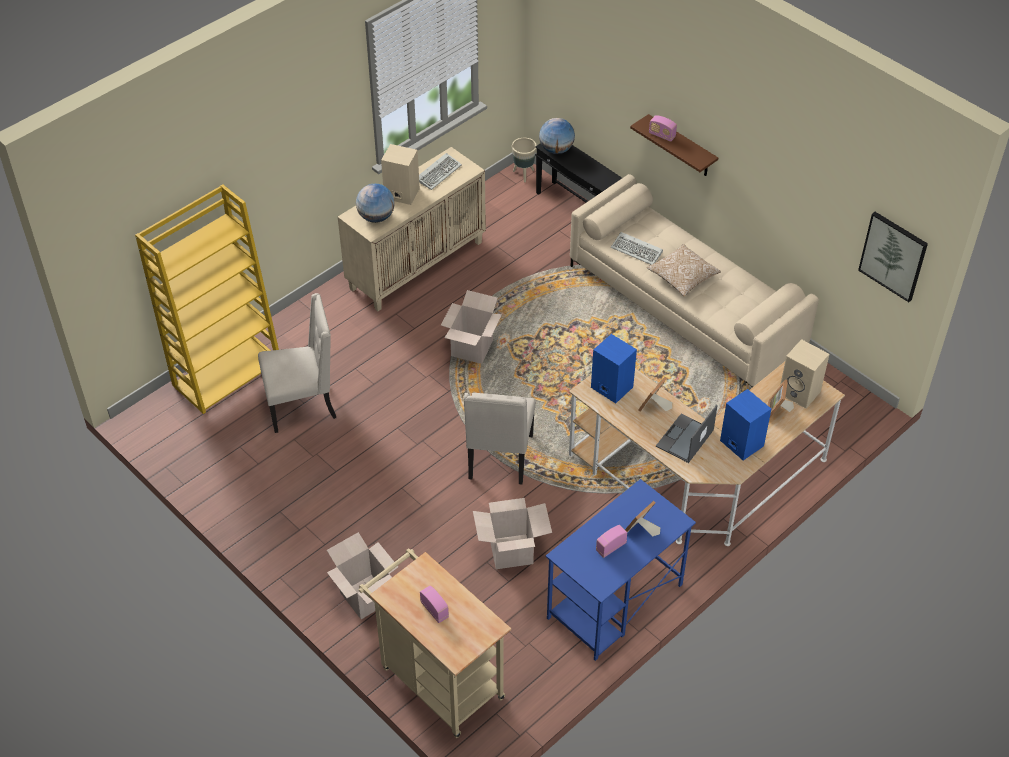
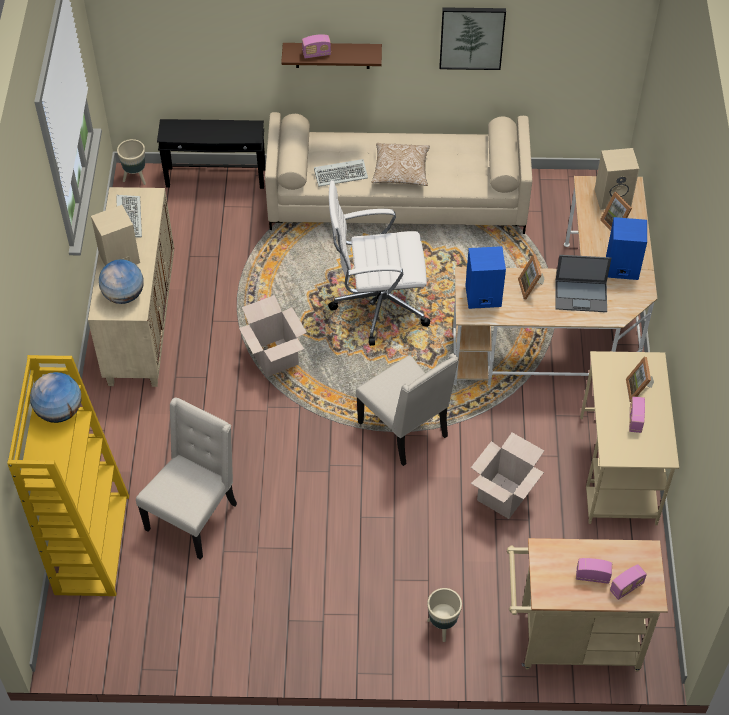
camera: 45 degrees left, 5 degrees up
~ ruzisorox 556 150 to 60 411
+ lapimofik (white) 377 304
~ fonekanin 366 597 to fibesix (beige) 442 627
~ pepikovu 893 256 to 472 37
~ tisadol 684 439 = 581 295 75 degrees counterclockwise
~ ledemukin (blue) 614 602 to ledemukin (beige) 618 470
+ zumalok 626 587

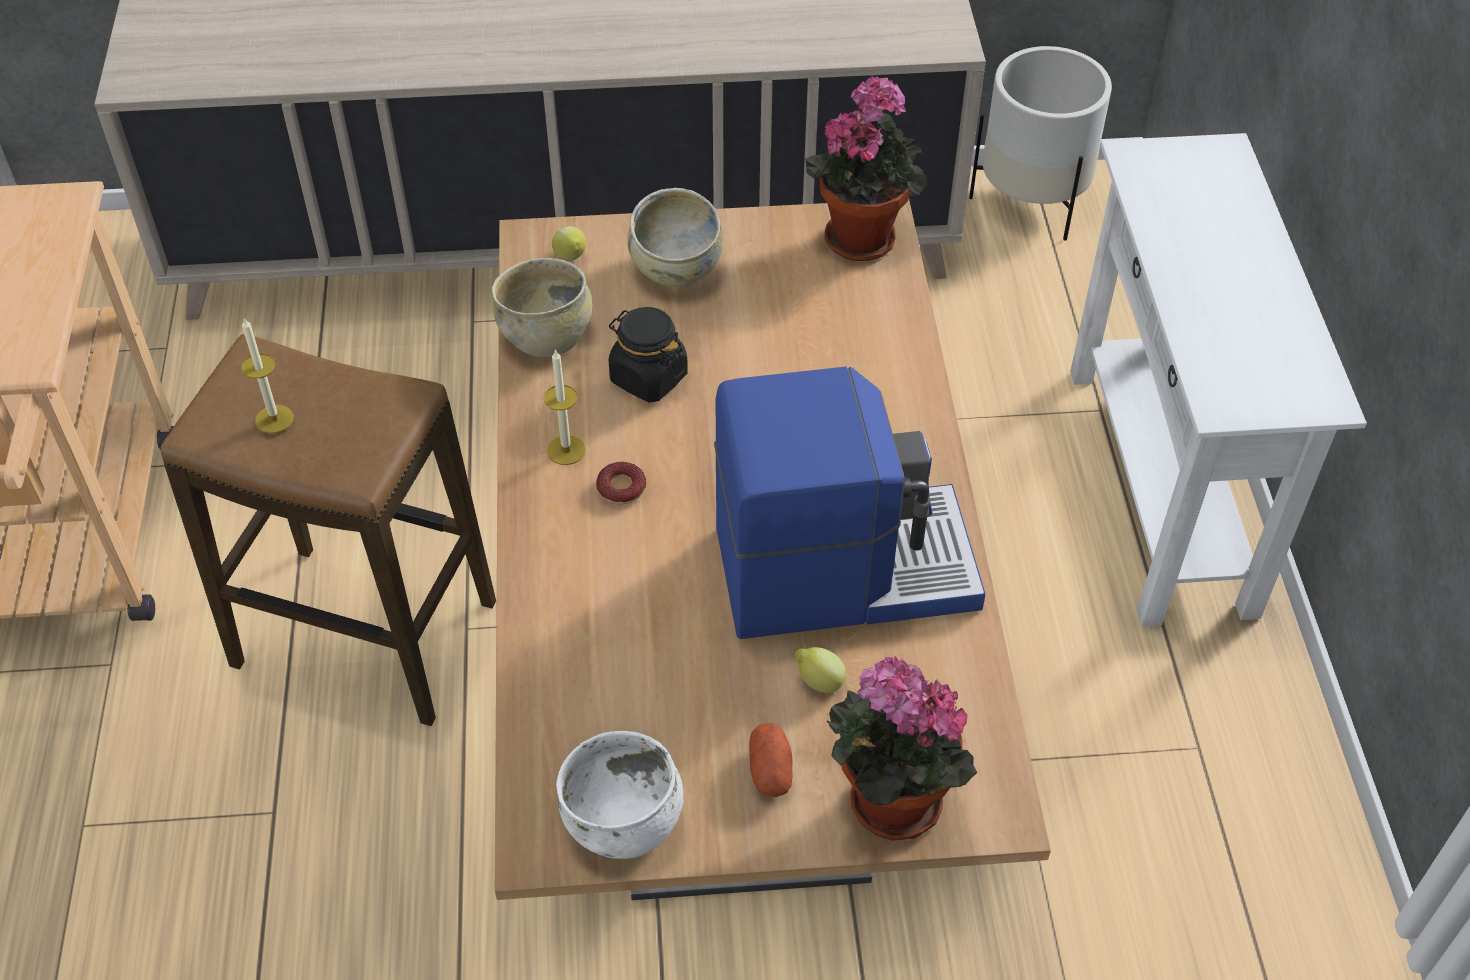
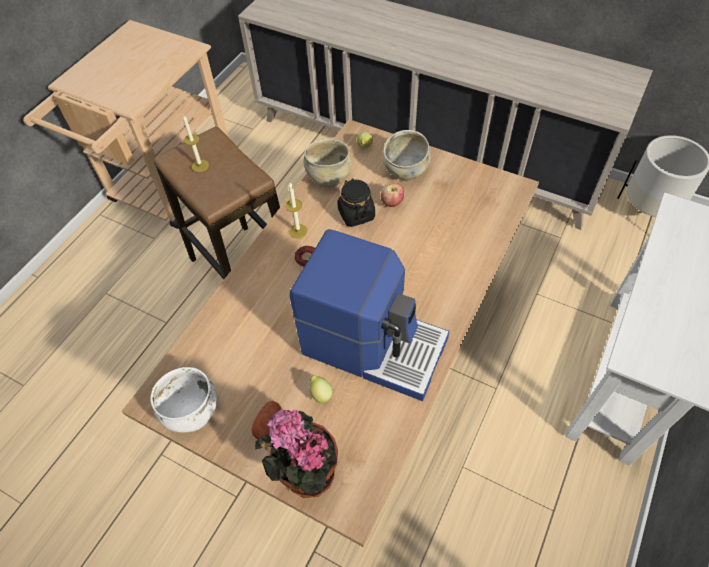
camera: 35 degrees right, 5 degrees up
+ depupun 392 203
- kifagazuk 863 235

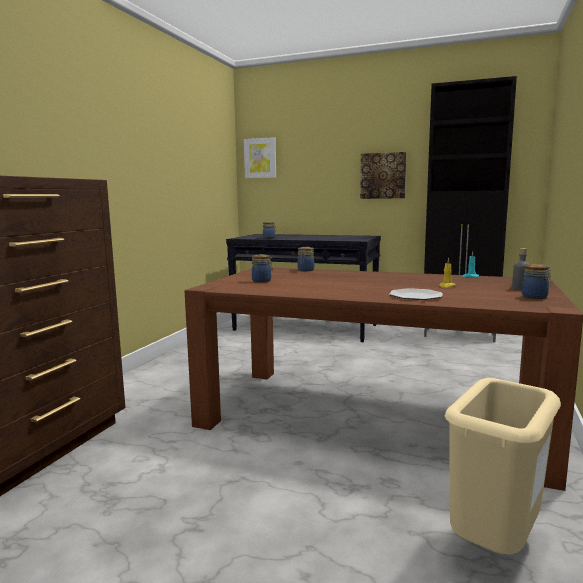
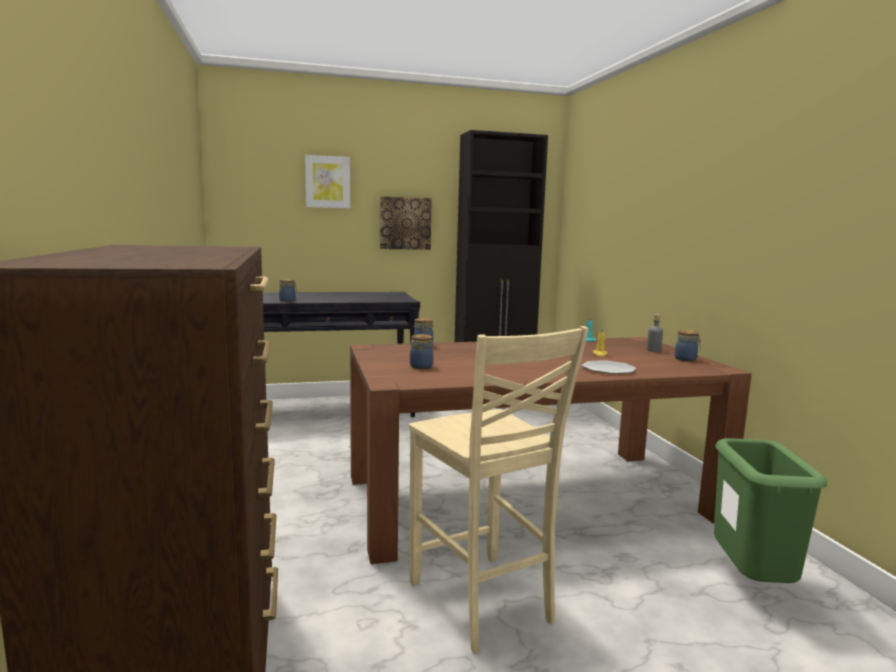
camera: 35 degrees left, 0 degrees up
~ pepikovu 260 158 to 327 182
+ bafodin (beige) 482 603
~ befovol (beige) 495 548 to befovol (green) 752 583

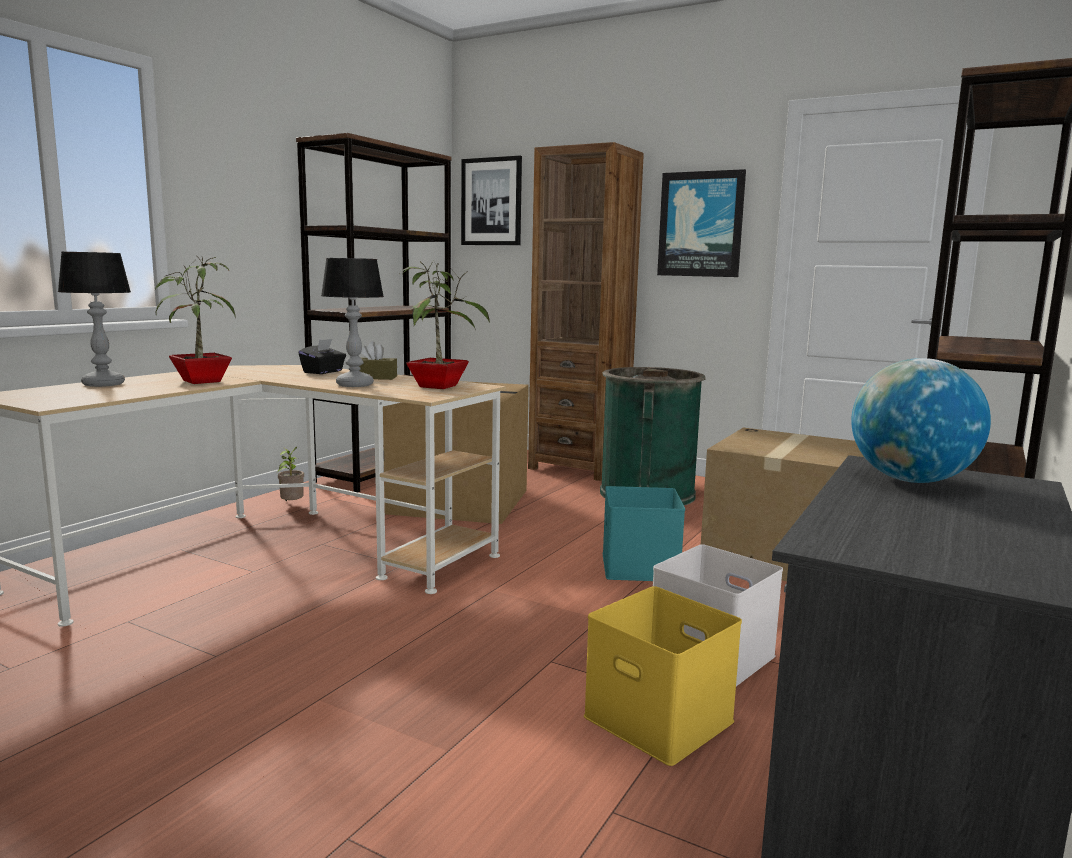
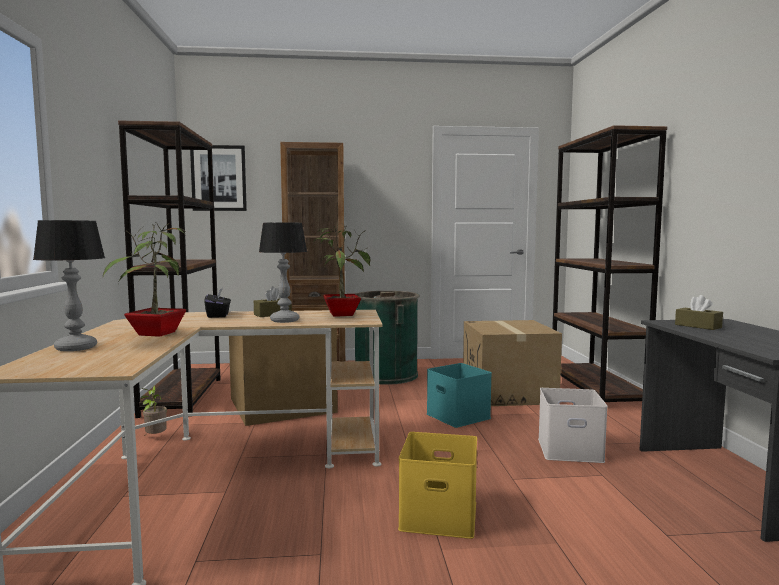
camera: 35 degrees left, 5 degrees down
~ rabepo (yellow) 655 719 to 437 516
~ ruzisorox 910 480 to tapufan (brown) 698 326
- pepikovu 700 224

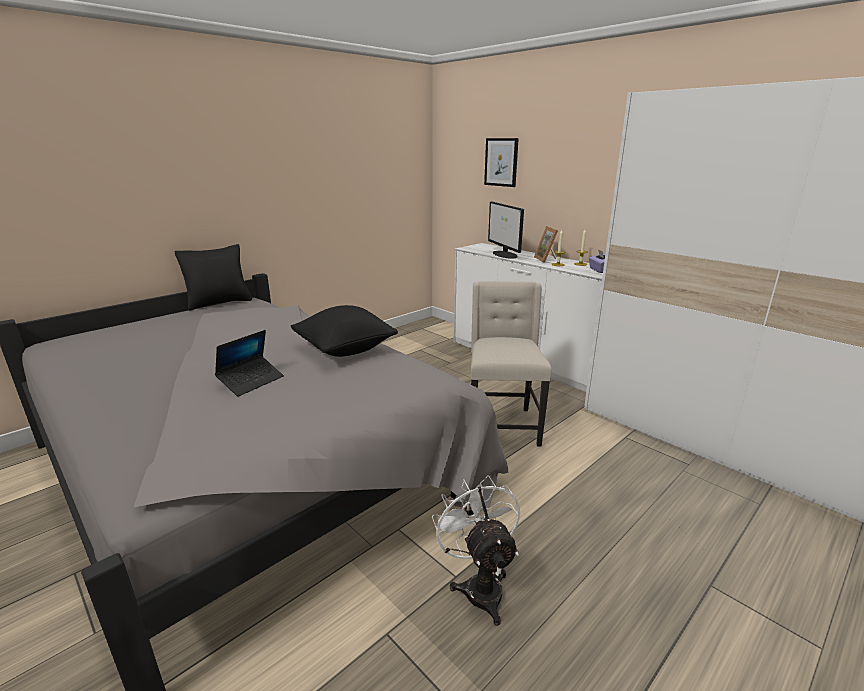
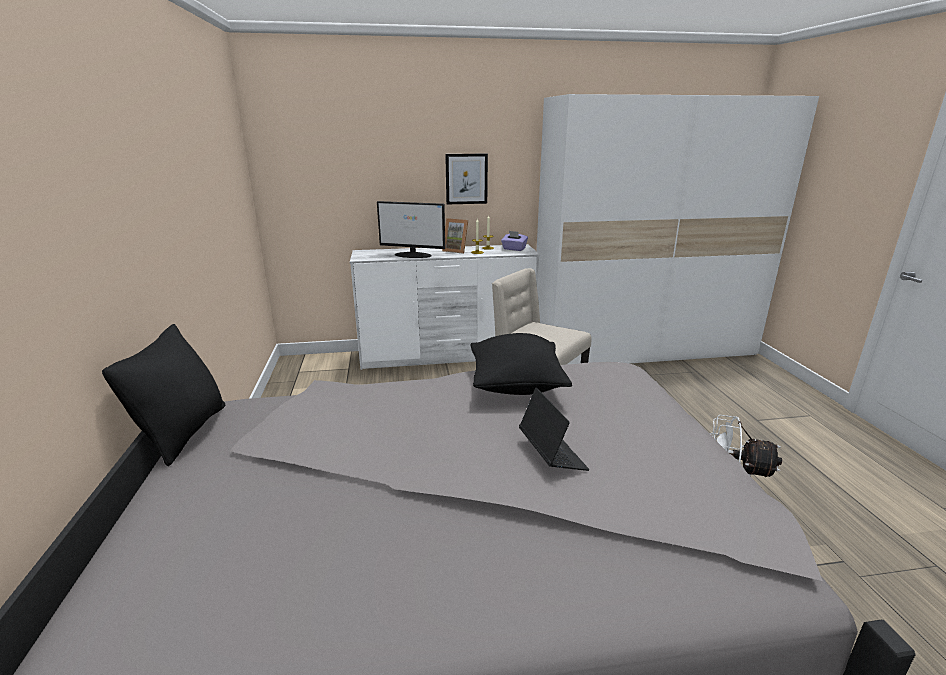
camera: 55 degrees left, 0 degrees up
~ pepikovu 501 162 to 466 179

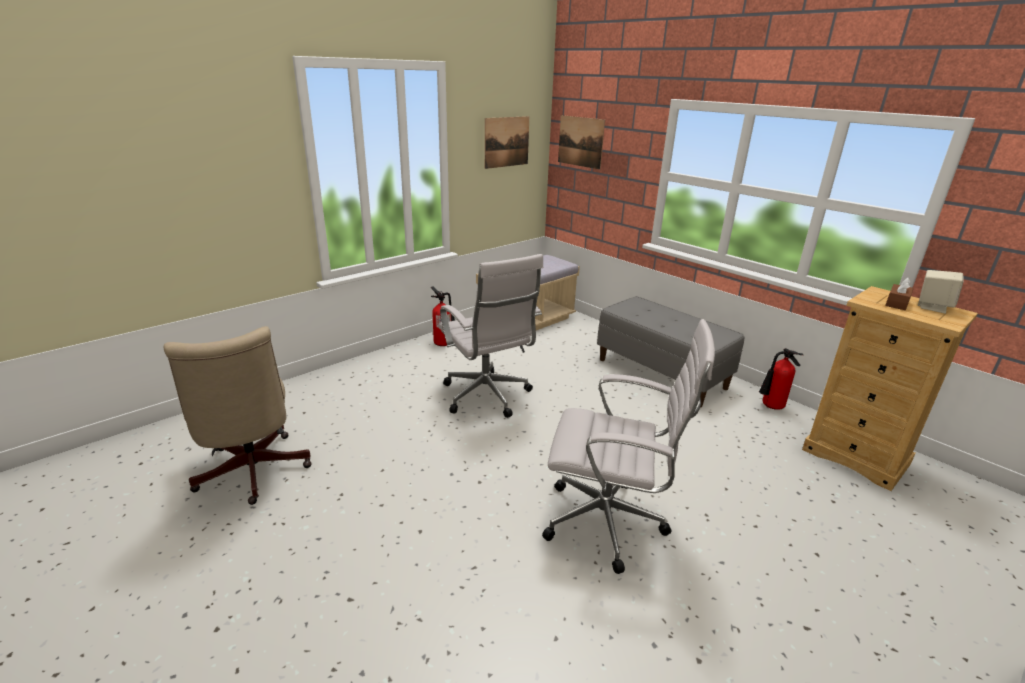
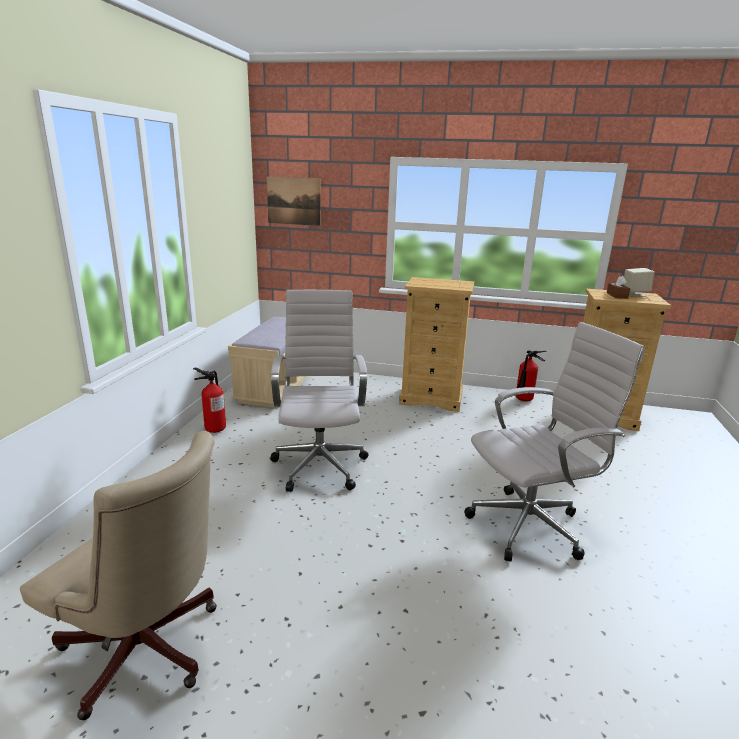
camera: 35 degrees left, 5 degrees down
~ lapimofik (white) 488 397 = 320 464 120 degrees counterclockwise
~ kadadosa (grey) 662 373 to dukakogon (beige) 431 399
- pepikovu 506 142

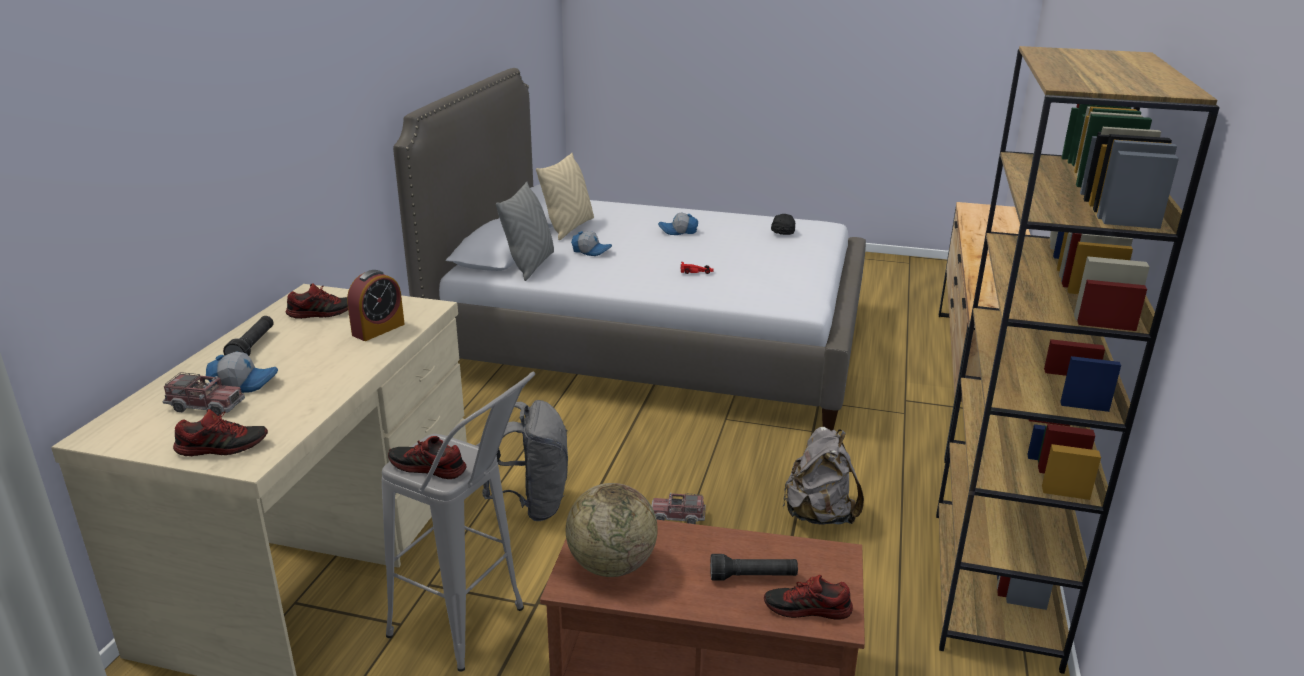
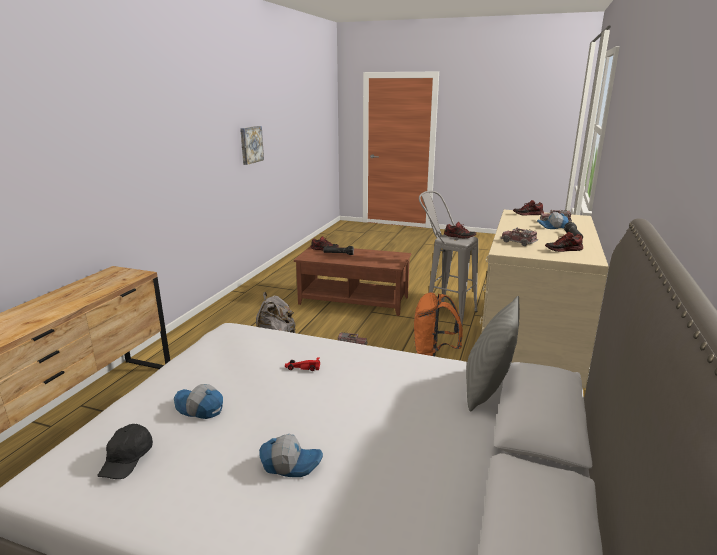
camera: 175 degrees left, 5 degrees down
~ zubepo 591 251 to 199 408
+ pepikovu 250 144
~ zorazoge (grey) 532 504 to zorazoge (orange) 433 354
~ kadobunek 378 329 to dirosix 518 242
- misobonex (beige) 568 228
- ruzisorox 611 565
- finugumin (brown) 994 586

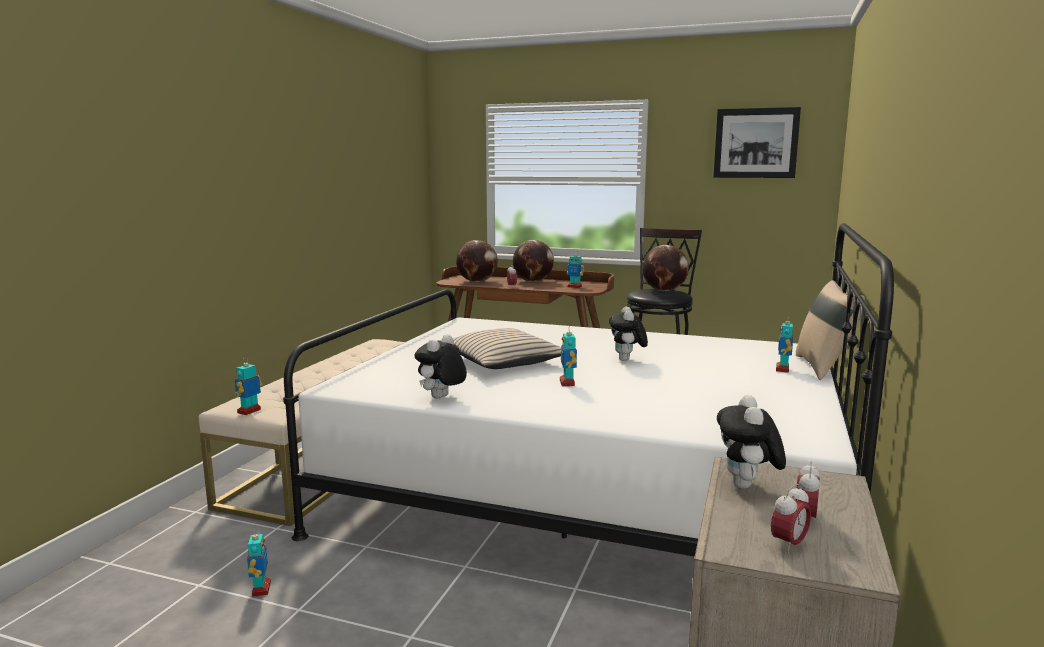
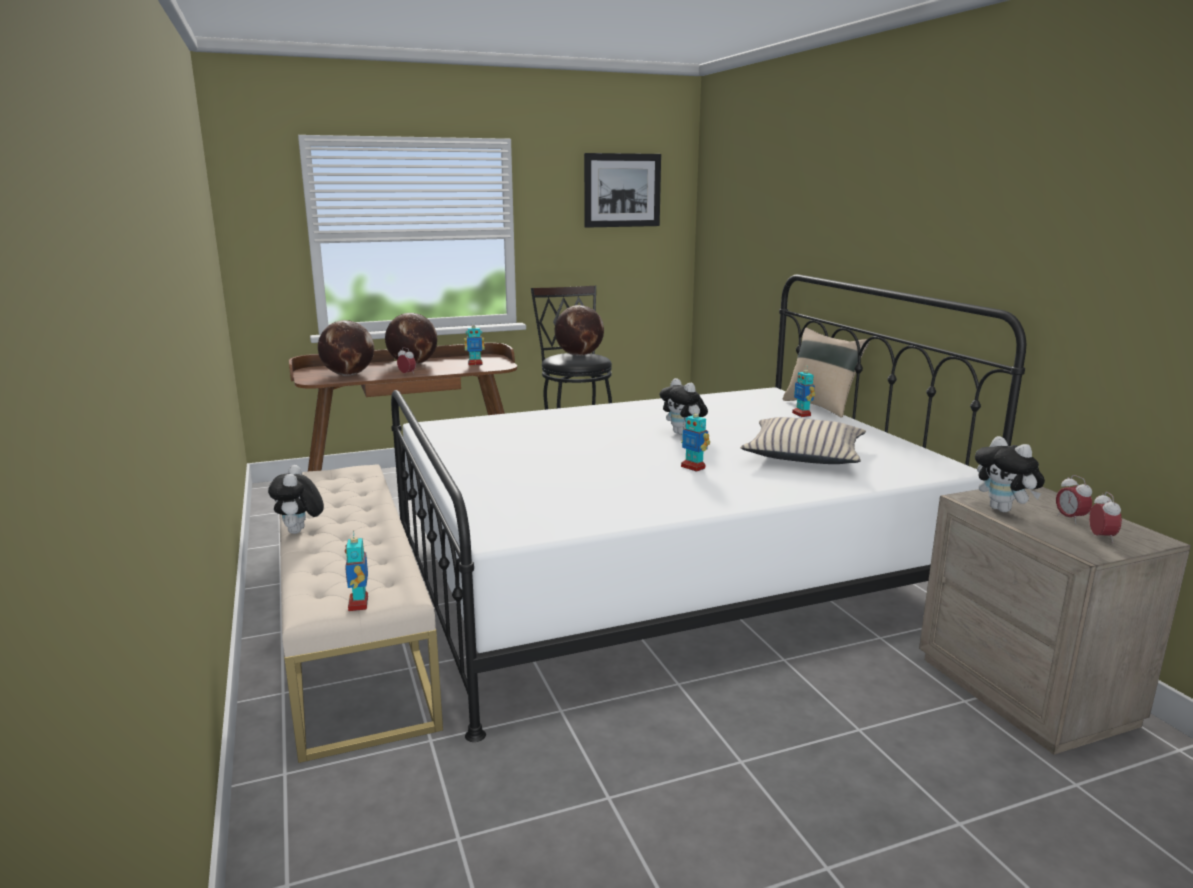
camera: 40 degrees left, 5 degrees up
~ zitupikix 441 398 to 300 532
~ misobonex (beige) 503 361 to 804 455
- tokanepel 260 589

